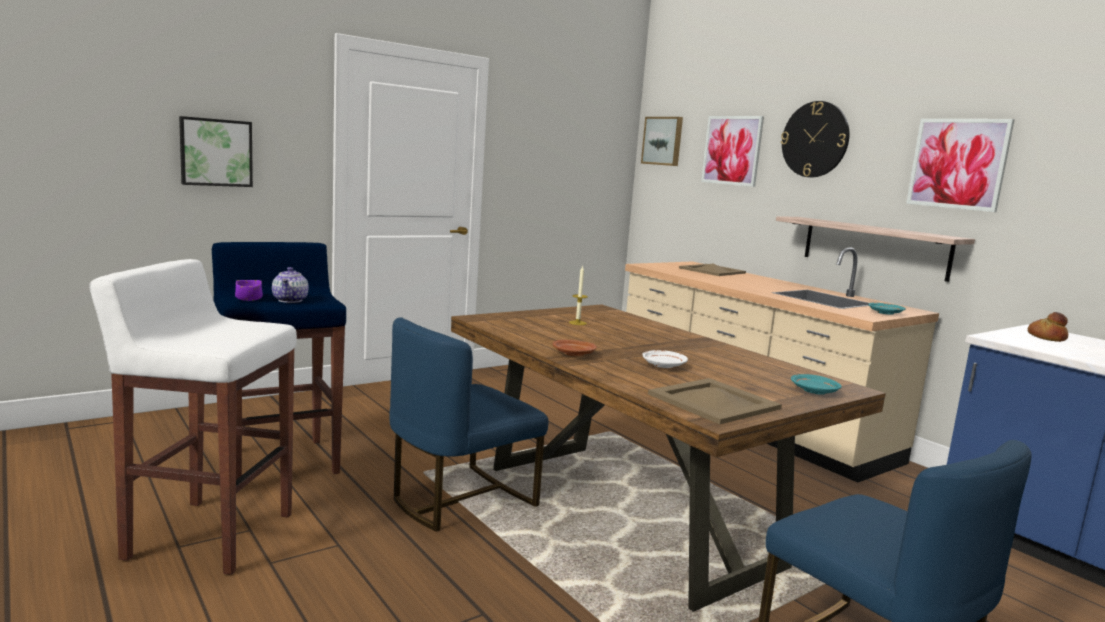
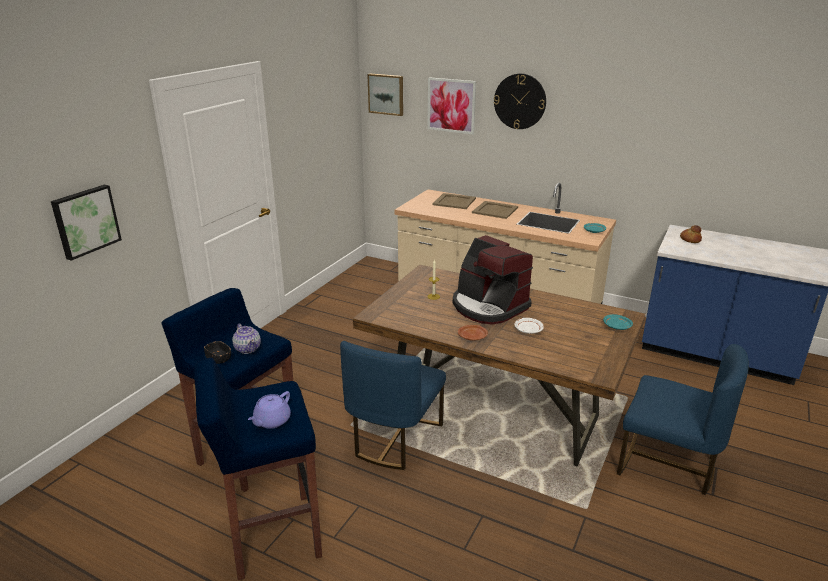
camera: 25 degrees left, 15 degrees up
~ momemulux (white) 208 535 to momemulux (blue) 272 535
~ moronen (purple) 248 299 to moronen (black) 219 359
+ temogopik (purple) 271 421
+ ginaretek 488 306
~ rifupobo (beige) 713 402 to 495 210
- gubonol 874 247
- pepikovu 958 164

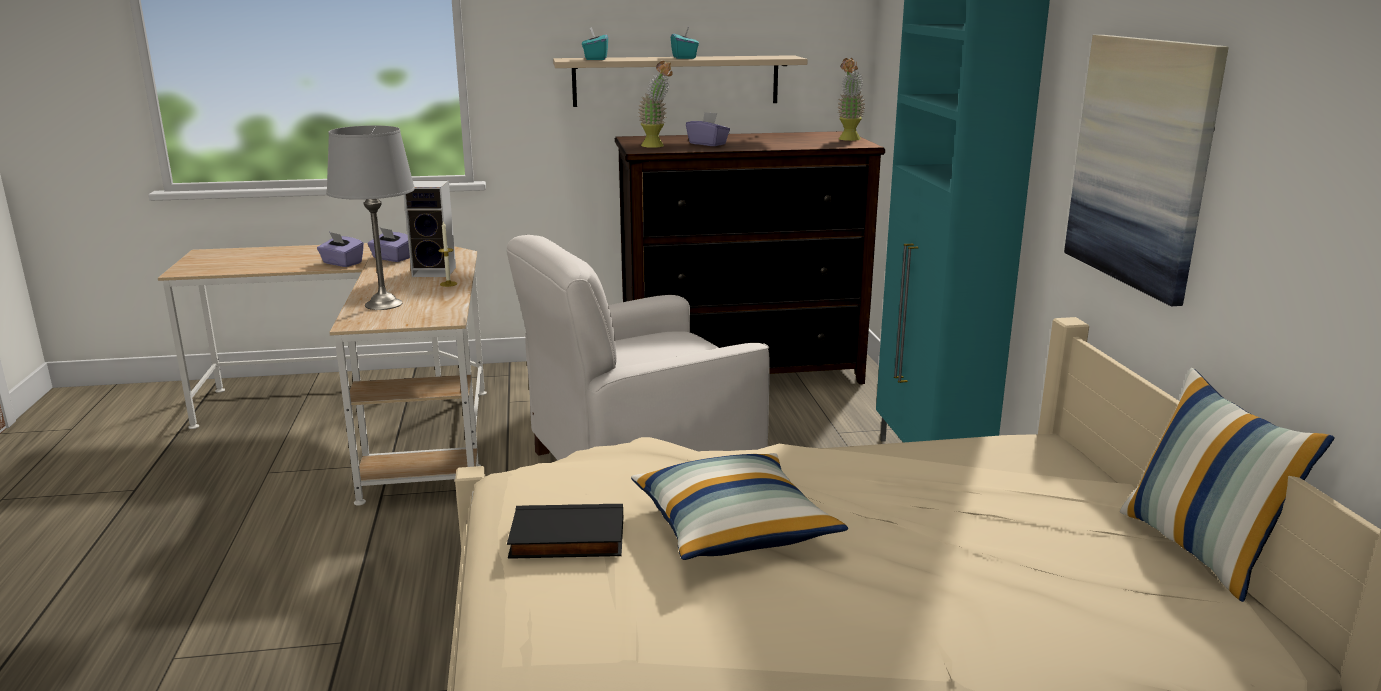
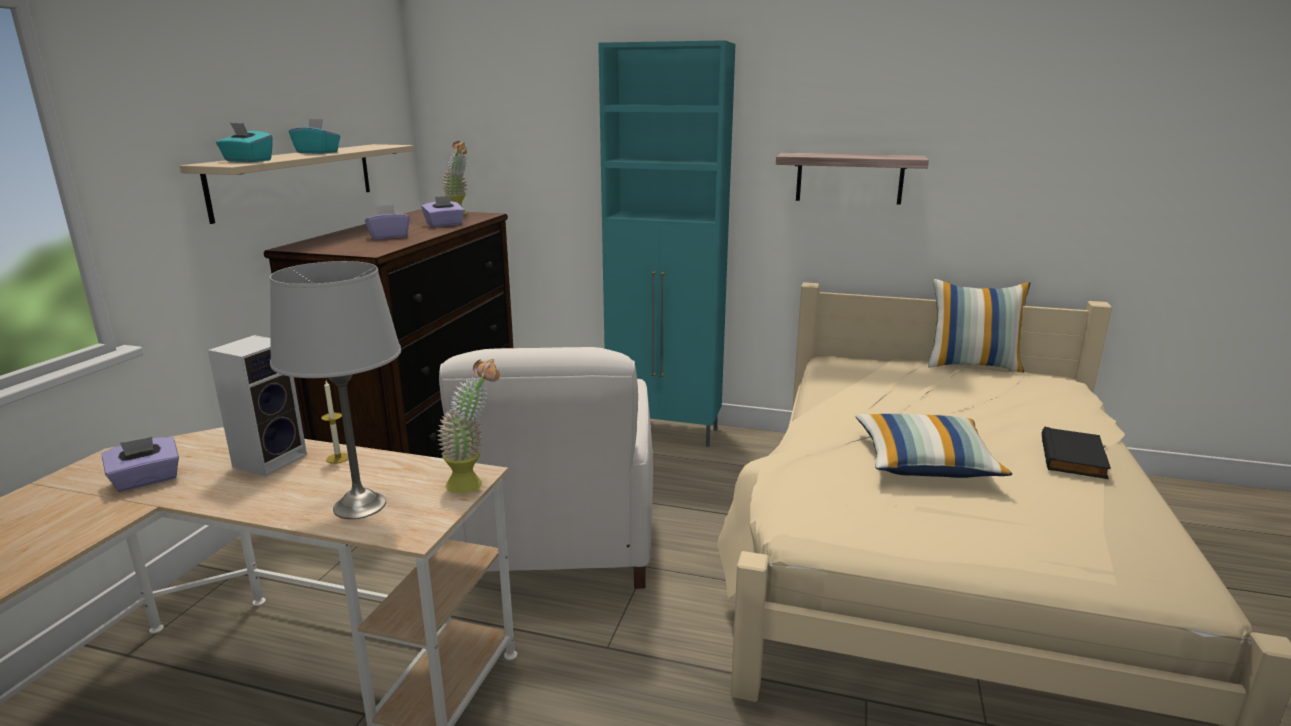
camera: 65 degrees left, 0 degrees up
~ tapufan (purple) 342 263 to 444 224
~ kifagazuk 657 146 to 474 483
~ pepikovu 1142 163 to gubonol 849 178
~ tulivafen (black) 566 539 to 1075 458

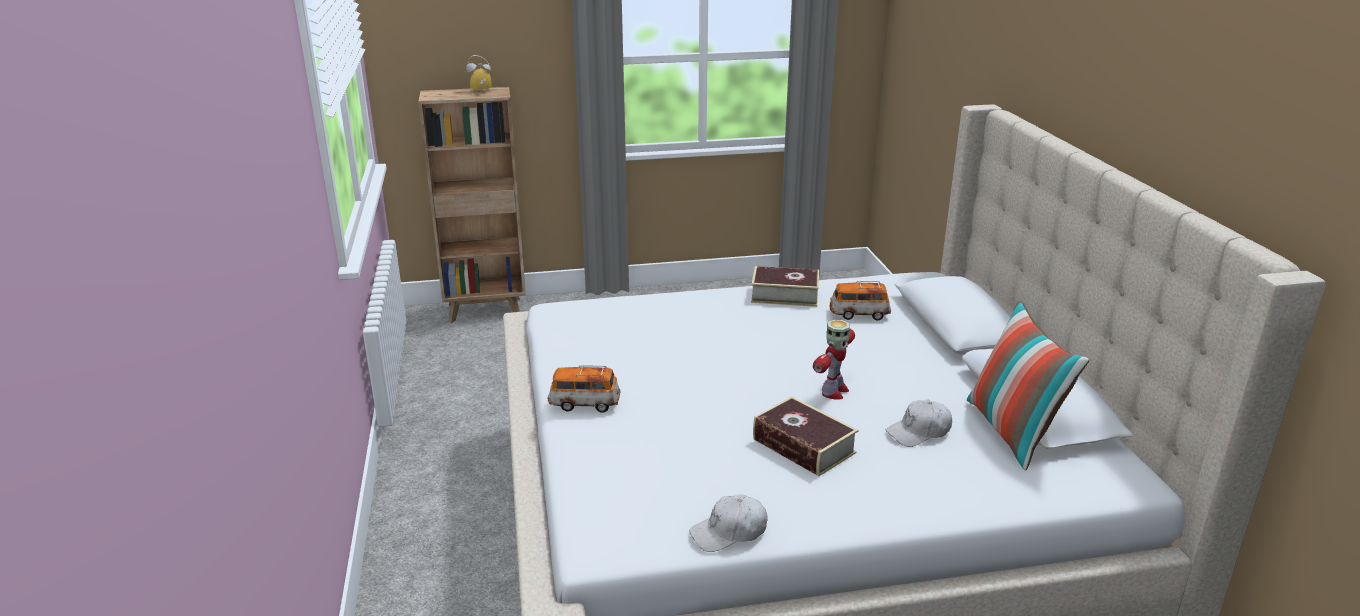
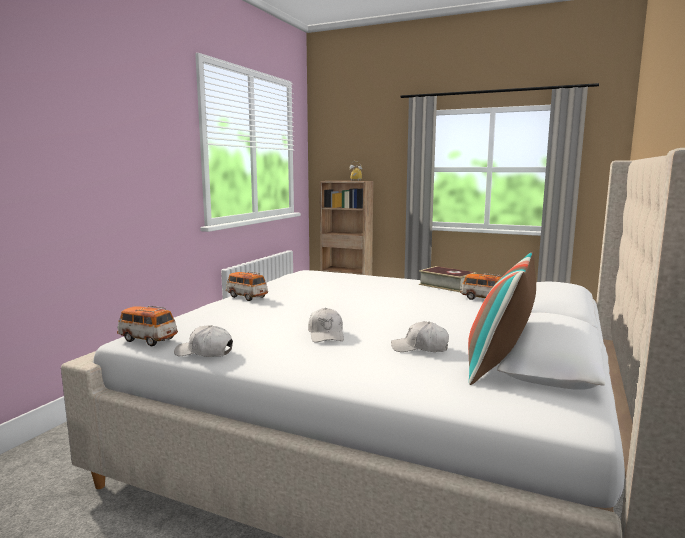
camera: 35 degrees right, 15 degrees down
+ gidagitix 147 340
~ tulivafen 803 446 to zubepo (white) 326 334
- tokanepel 833 392

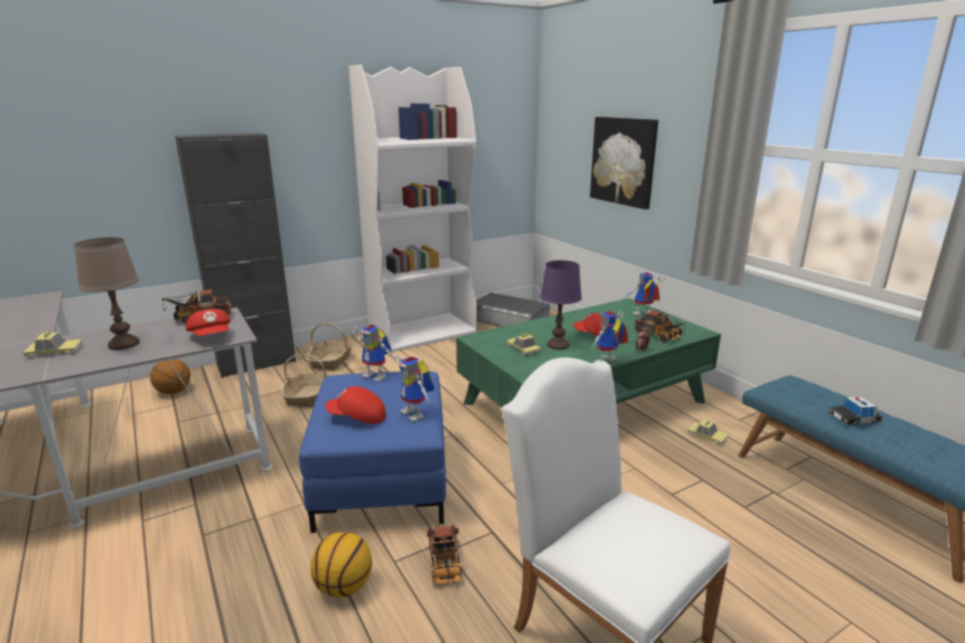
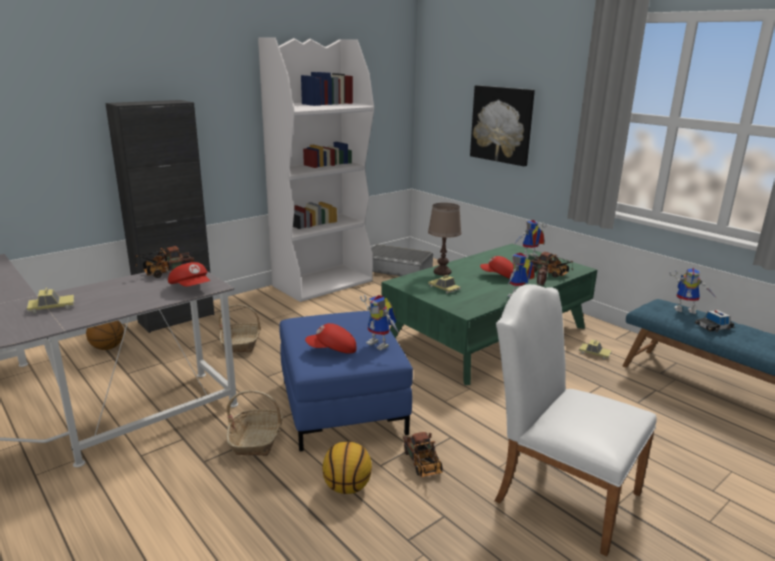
camera: 10 degrees left, 0 degrees up
~ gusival 331 361 to 257 439
~ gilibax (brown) 123 344 to 442 272
~ tokanepel 378 376 to 686 310
- gilibax (purple) 558 345

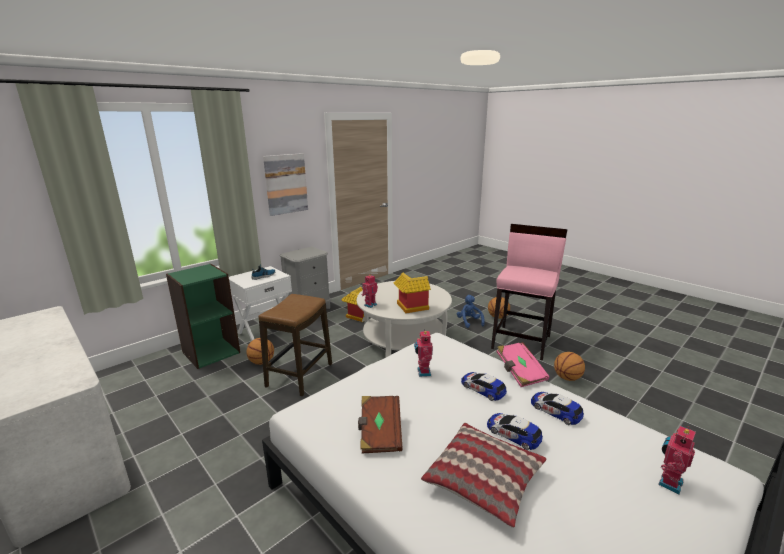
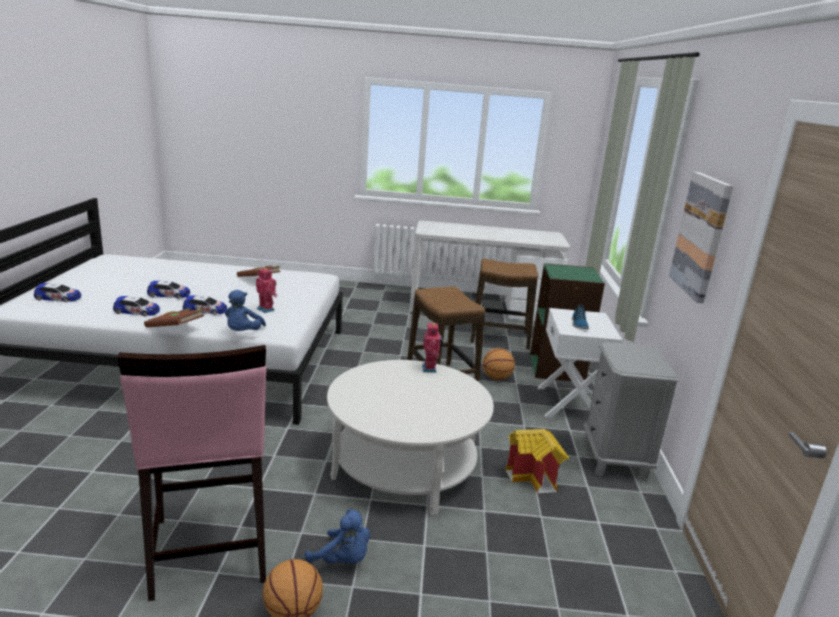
camera: 135 degrees right, 0 degrees up
~ tokanepel 668 482 to gidagitix 58 298
~ tulivafen (pink) 520 372 to tulivafen (brown) 175 328
+ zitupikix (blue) 243 333
+ momemulux 499 338
- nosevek 410 308
- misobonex 484 480
- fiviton 567 378

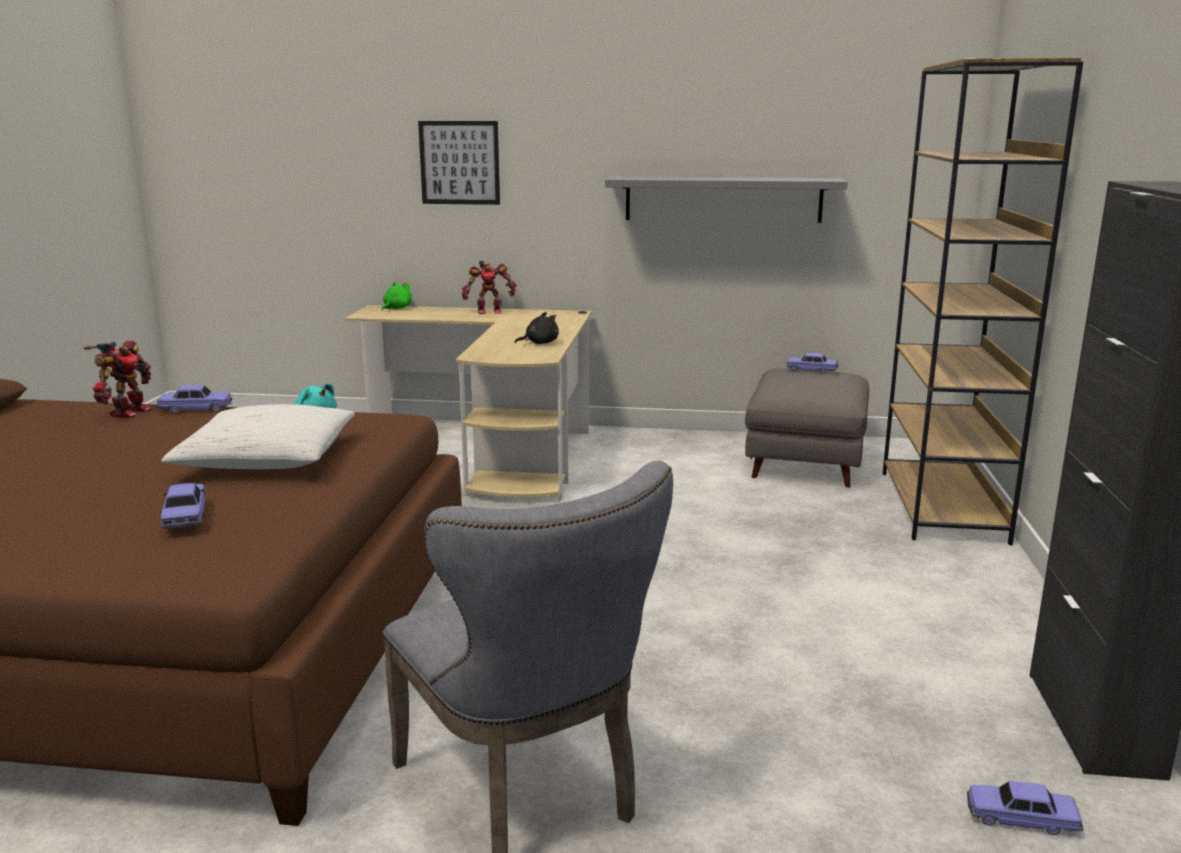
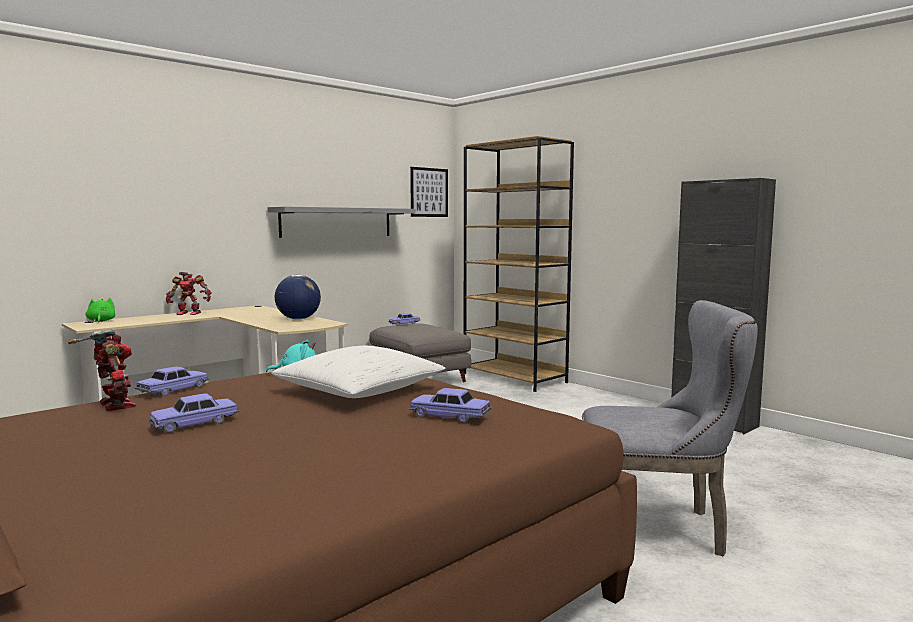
camera: 50 degrees left, 10 degrees down
~ gidagitix 1021 818 to 195 423
~ tokanepel 489 311 = 189 313 60 degrees clockwise
~ zitupikix (black) 539 343 to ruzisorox 298 319
~ pepikovu 459 163 to 429 192

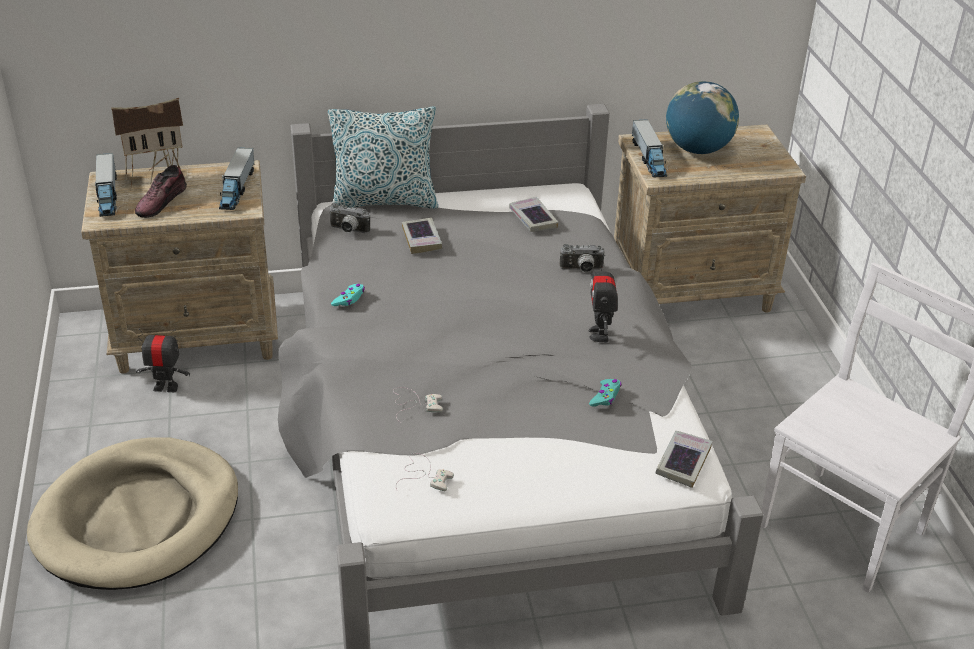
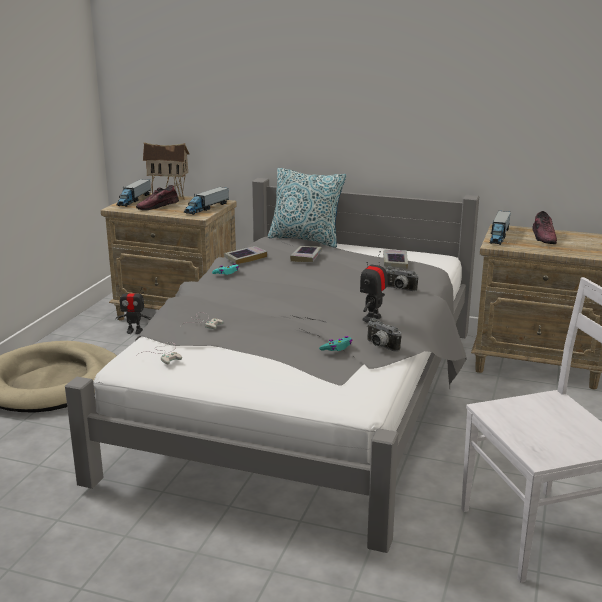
camera: 30 degrees right, 15 degrees down
~ tokanepel 166 387 = 134 331 150 degrees clockwise
~ tulivafen 683 462 to 245 258
~ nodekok 348 231 to 380 346
~ ruzisorox 697 149 to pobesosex 544 237

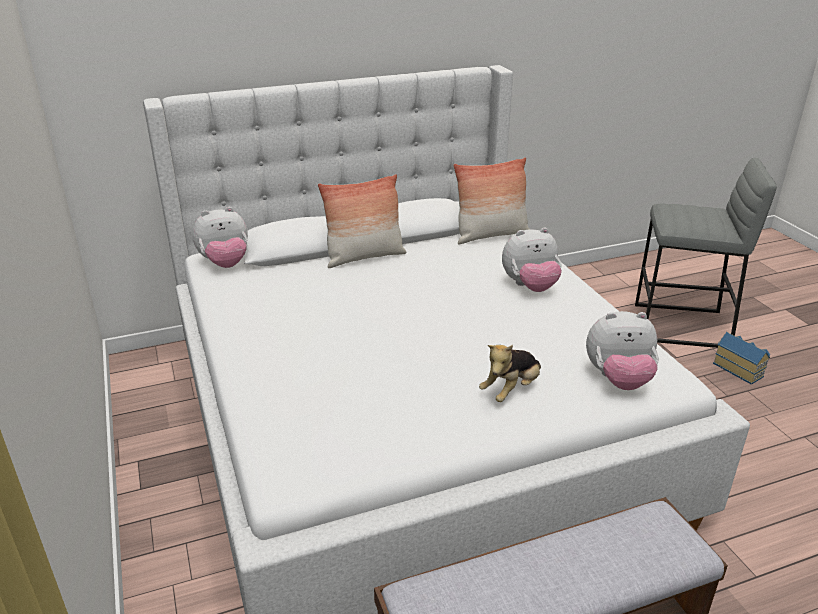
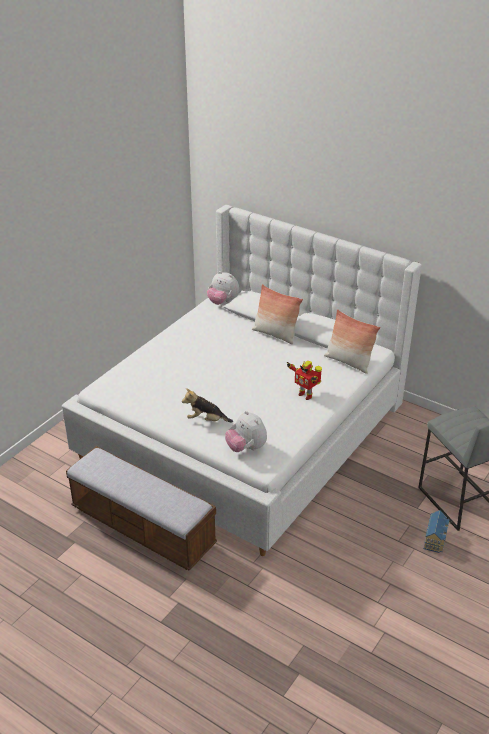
camera: 55 degrees right, 5 degrees up
~ zitupikix 530 287 to tokanepel 305 394

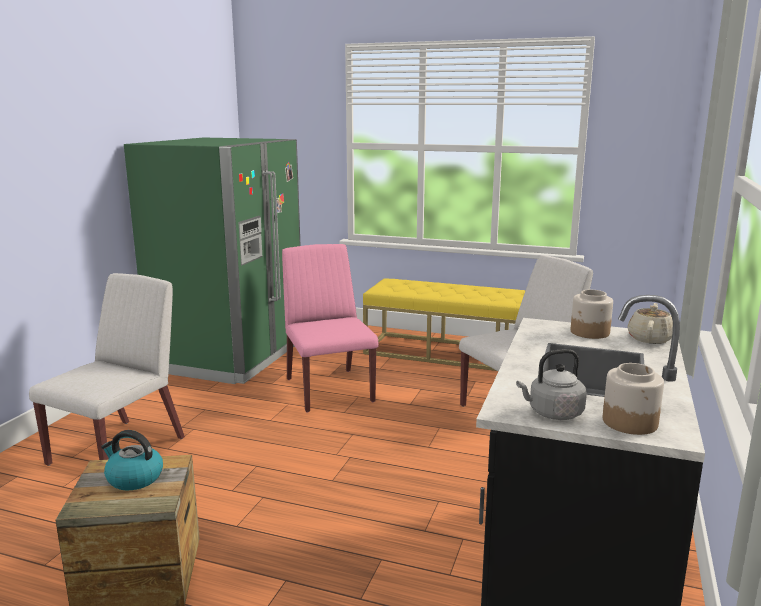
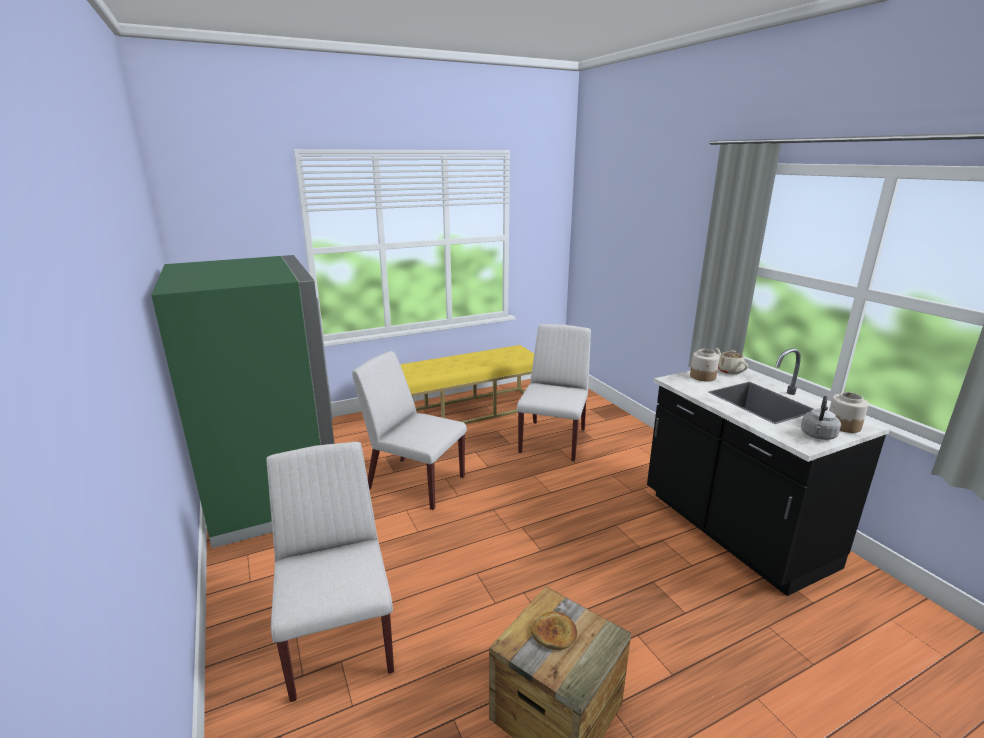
camera: 45 degrees left, 5 degrees up
~ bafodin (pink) 328 389 to bafodin (white) 415 483
~ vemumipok 134 478 to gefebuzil 554 633

